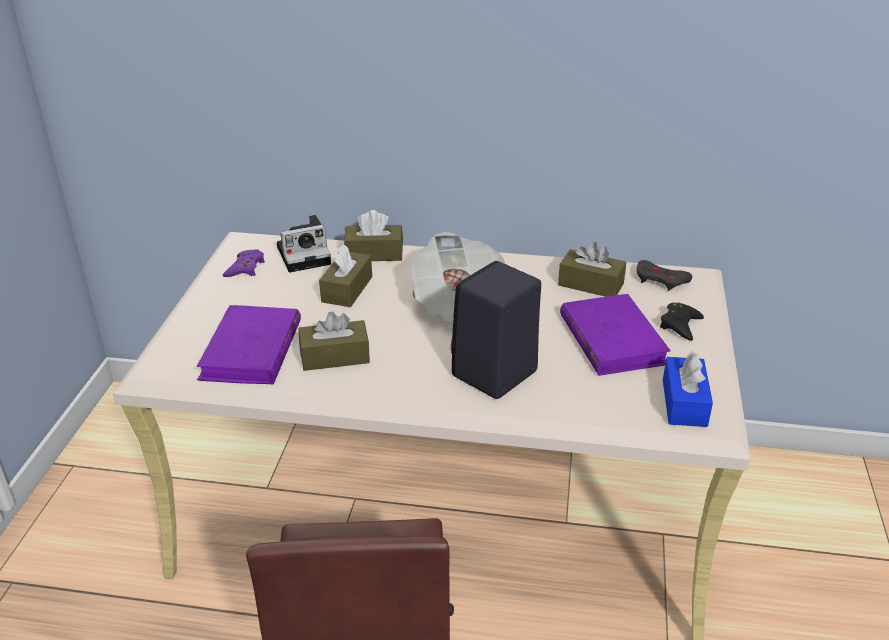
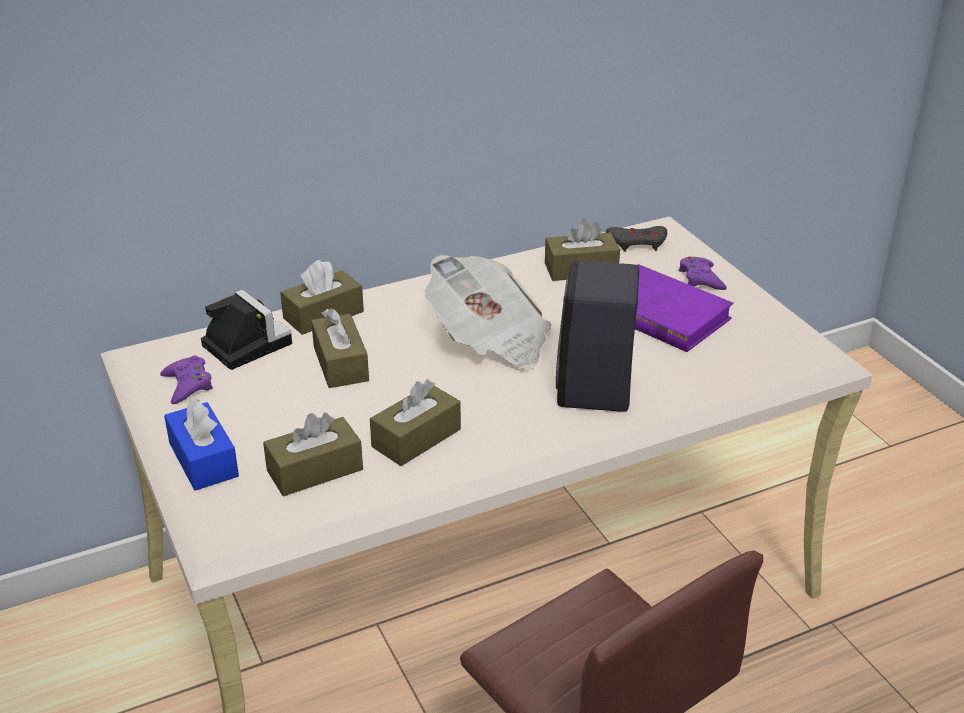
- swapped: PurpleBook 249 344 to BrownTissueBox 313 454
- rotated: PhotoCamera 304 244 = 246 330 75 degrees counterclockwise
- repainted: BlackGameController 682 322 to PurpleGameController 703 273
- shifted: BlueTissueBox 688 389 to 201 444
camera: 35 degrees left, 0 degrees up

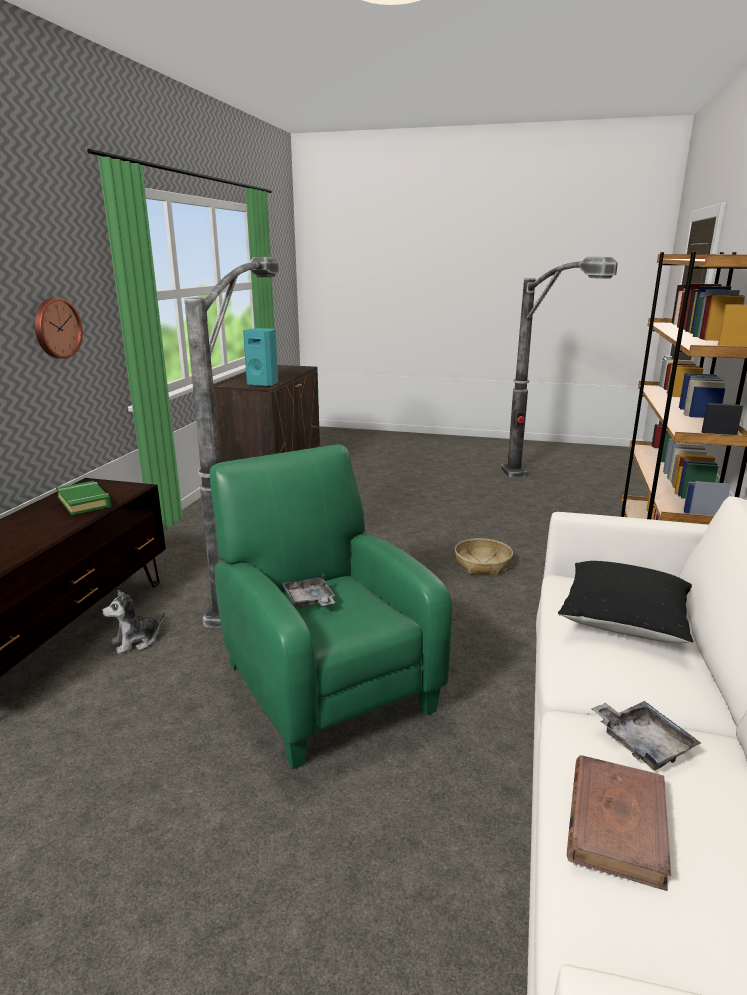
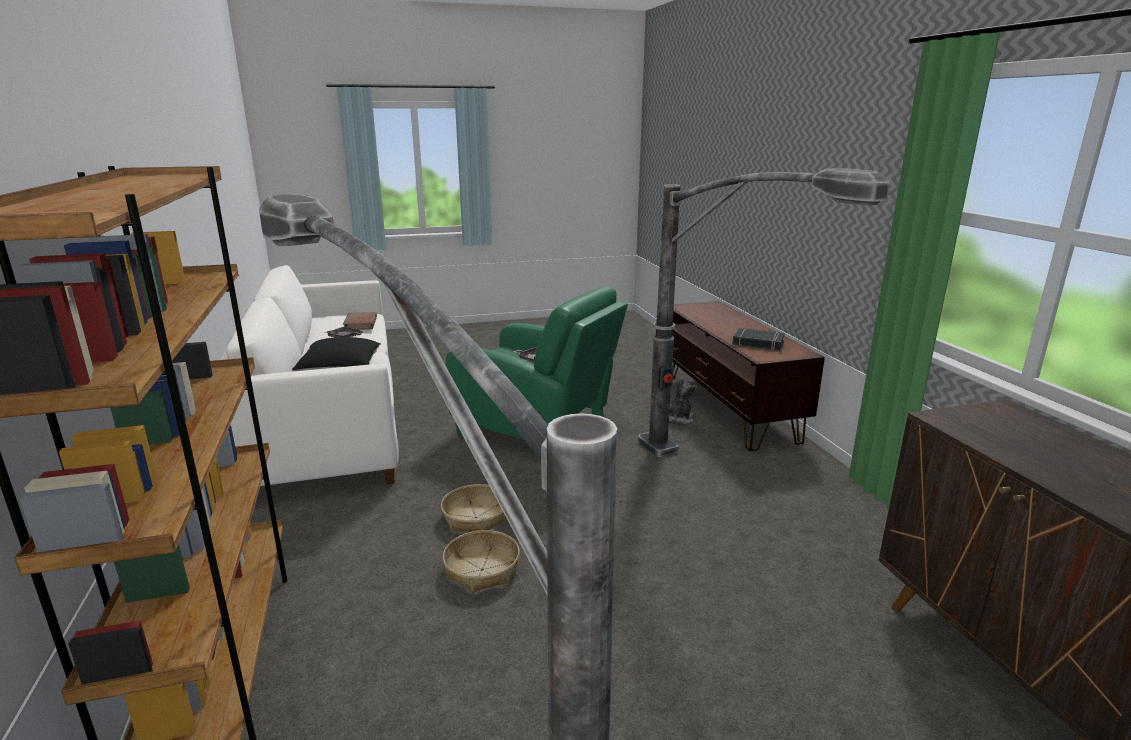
- gone: WallClock 59 328
- repainted: GreenBook 83 498 to BlackBook 758 339
- gone: TurquoiseSpeaker 260 357
- new: Basket 473 508
camera: 150 degrees right, 0 degrees up

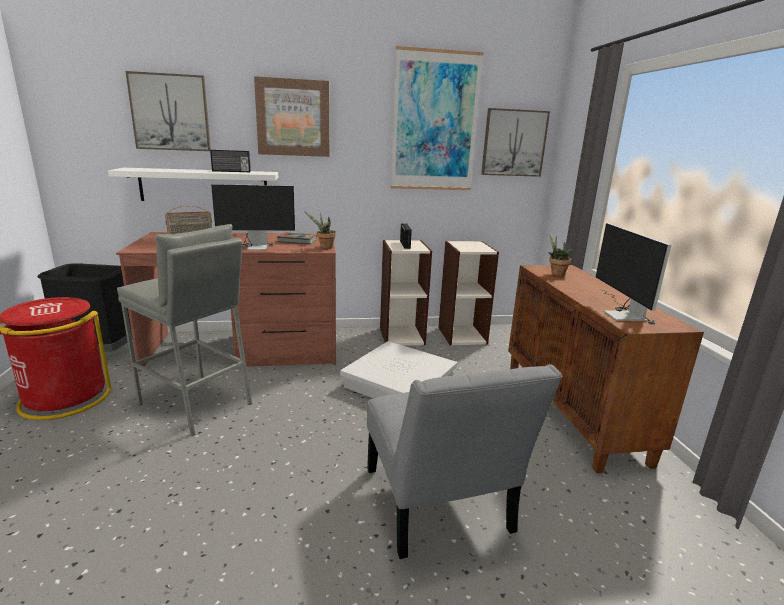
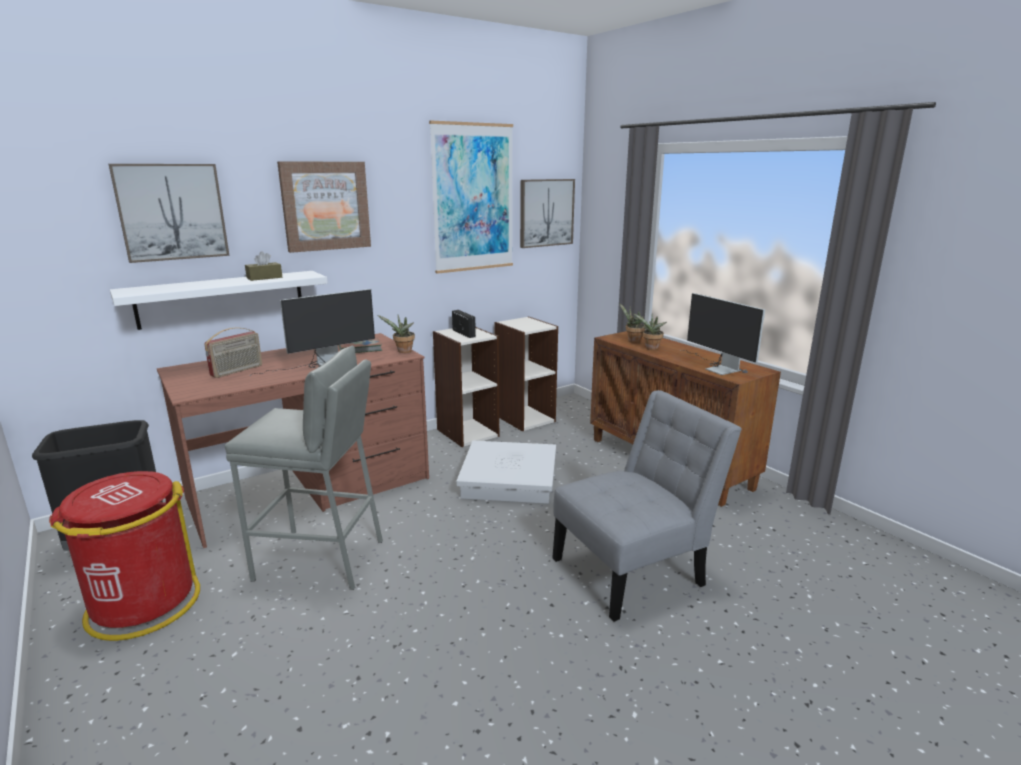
- swapped: Radio 230 161 to BrownTissueBox 263 266
- rotated: GreyChair 464 461 = 647 506 75 degrees counterclockwise
- new: PottedPlant 650 331
camera: 25 degrees left, 0 degrees up

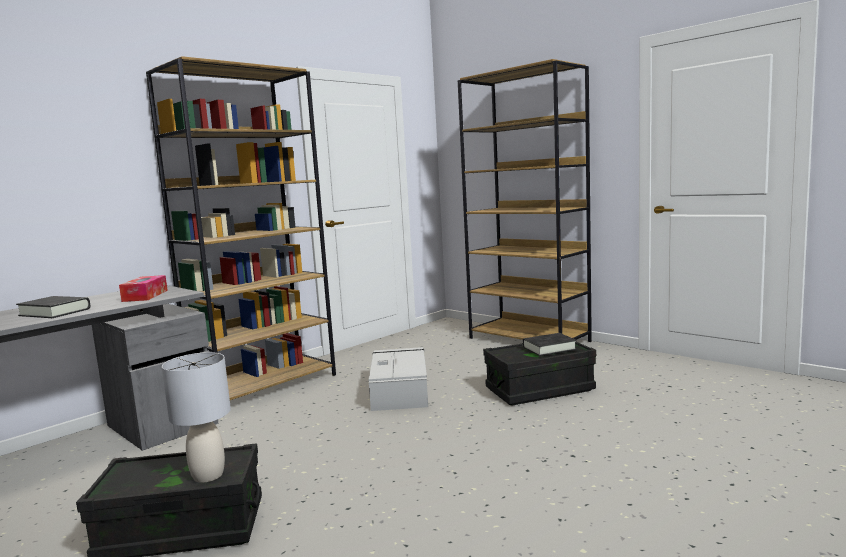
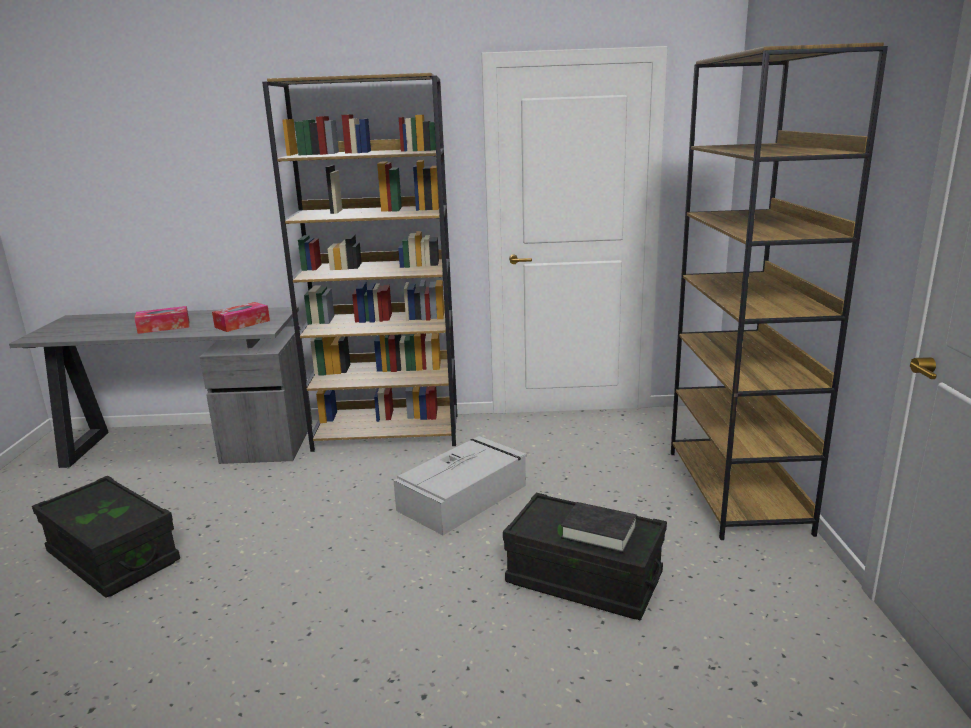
- swapped: BlackBook 53 307 to TissueBox 161 320
- gone: GreyTableLamp 196 417
camera: 45 degrees right, 10 degrees up

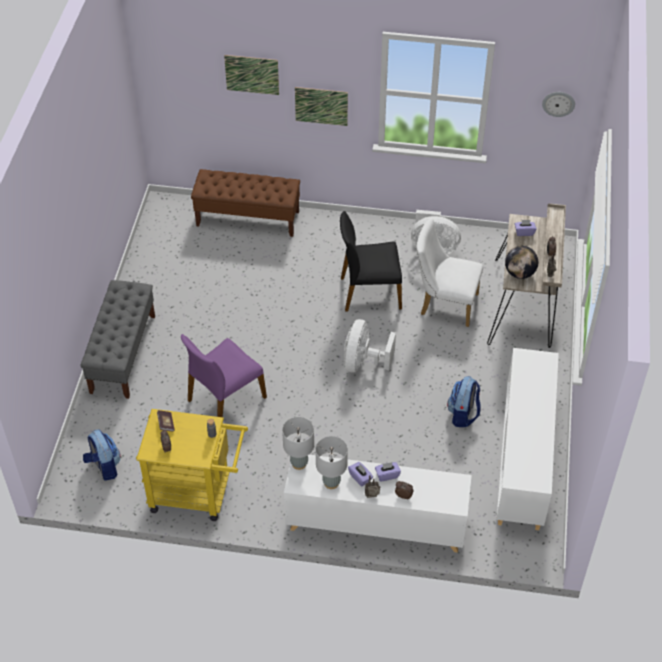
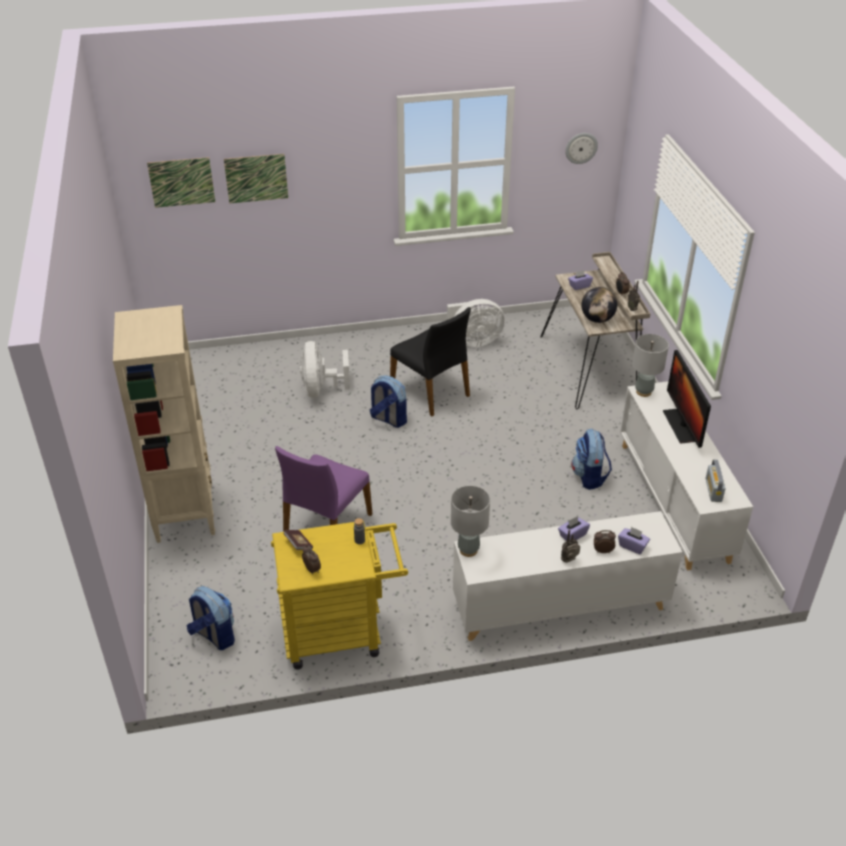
- swapped: GreyBench 117 339 to BeigeBookcase 164 424
- gone: BrownBench 245 203
- shifted: Picture 321 106 to 181 182
- shifted: GreyTableLamp 332 462 to 650 365
- rotated: BlackChair 371 261 = 430 361 105 degrees counterclockwise
- shifted: WhiteFan 370 346 to 325 369
- shifted: PurpleTissueBox 360 474 to 634 540
- gone: WhiteChair 449 272
- new: Backpack 388 401
- new: Monitor 687 399
- new: Radio 715 481
camera: 20 degrees left, 10 degrees down

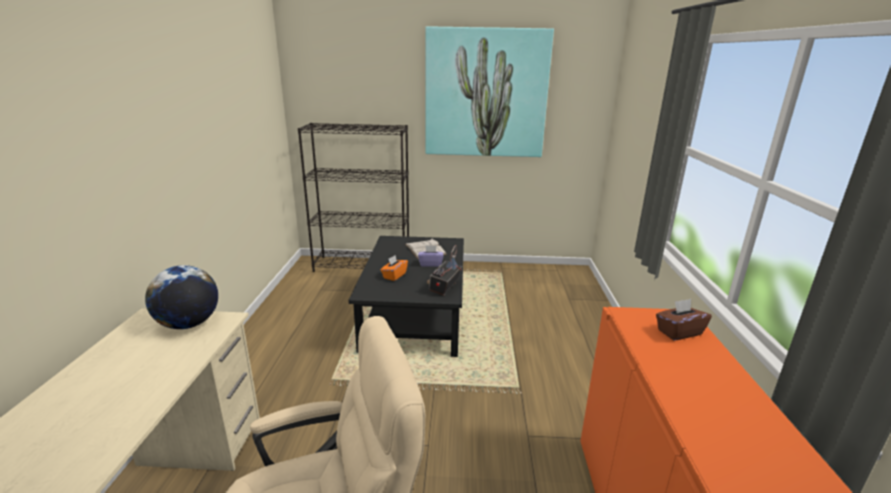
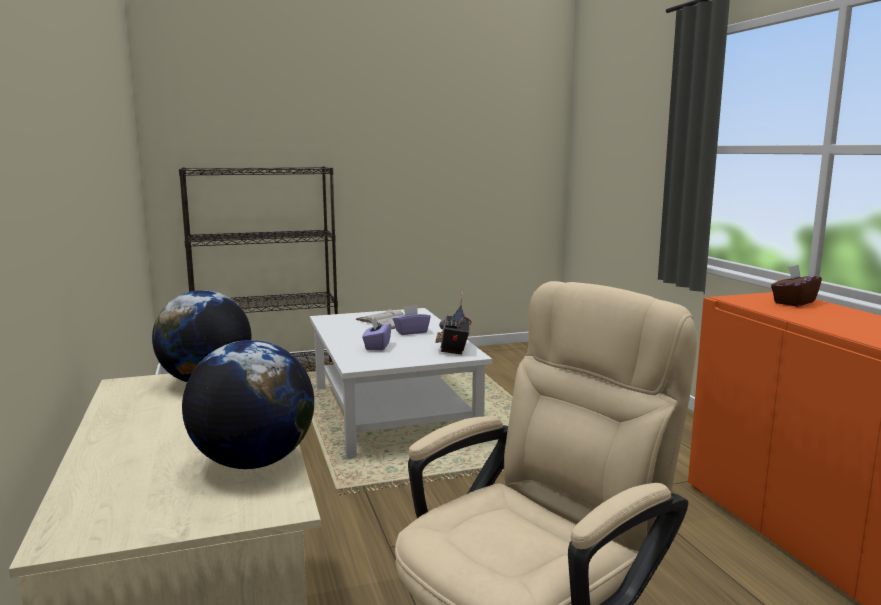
- repainted: BlackCoffeeTable 406 296 to WhiteCoffeeTable 401 383
- repainted: OrangeTissueBox 394 268 to PurpleTissueBox 376 333
- gone: Picture 489 91
- new: Globe 248 404
camera: 20 degrees left, 10 degrees down

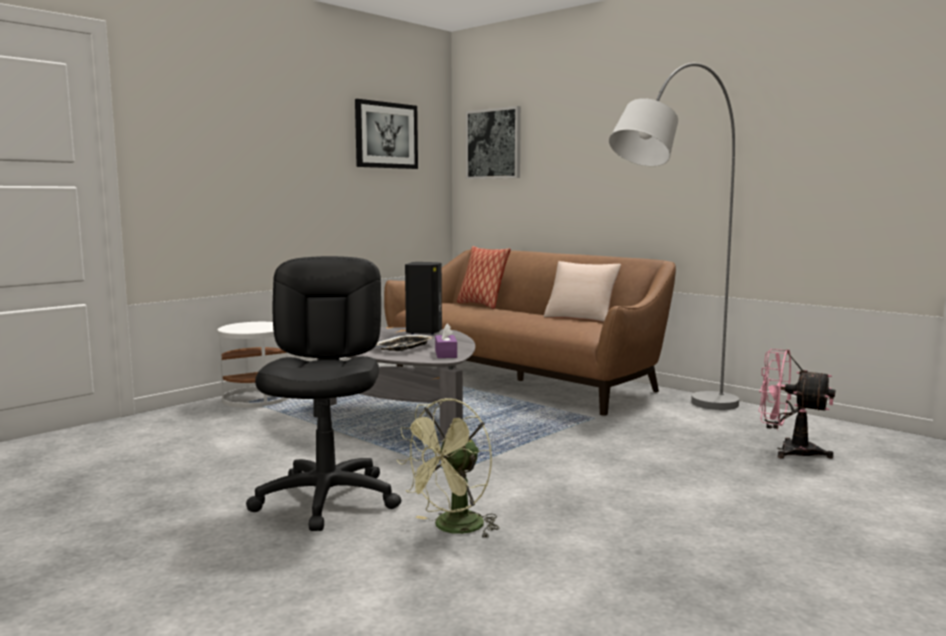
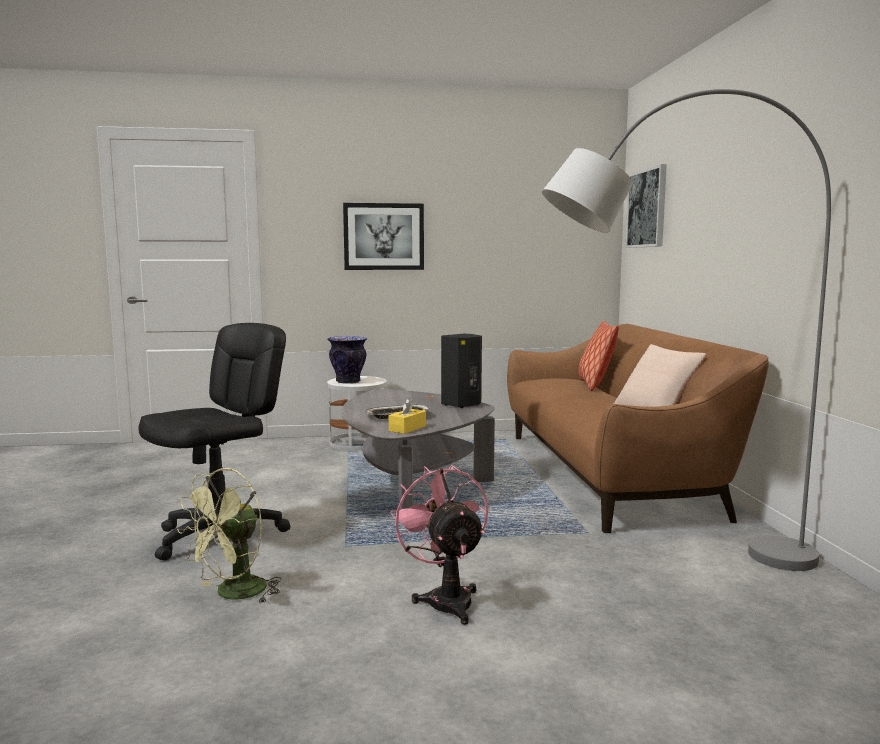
- shifted: Picture 386 134 to 383 236
- rotated: GreenFan 448 468 = 229 535 45 degrees counterclockwise
- repainted: PurpleTissueBox 446 340 to YellowTissueBox 407 416
- shifted: PinkFan 797 404 to 439 545
- new: Vase 347 360
camera: 40 degrees right, 0 degrees up

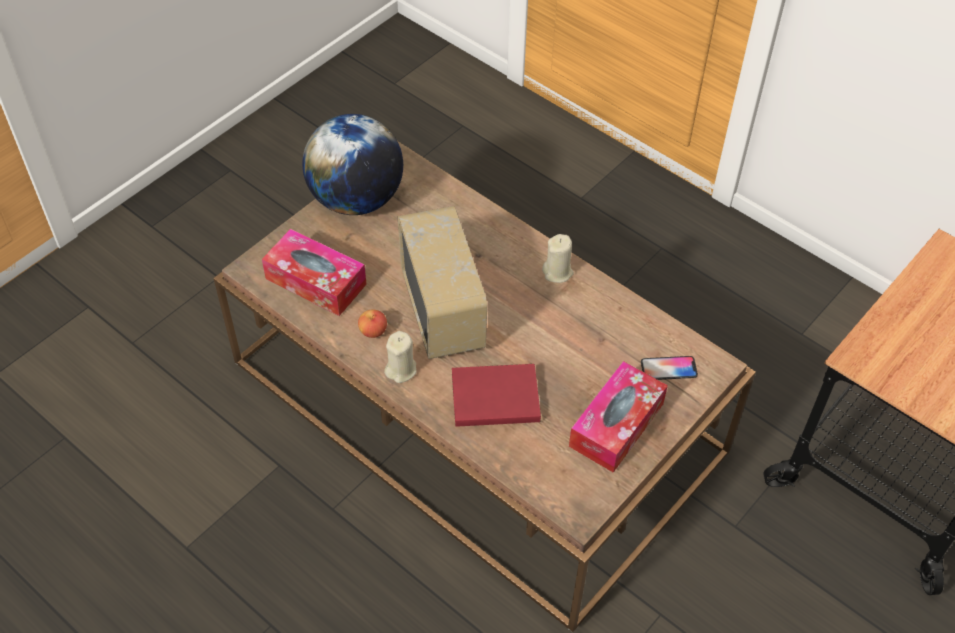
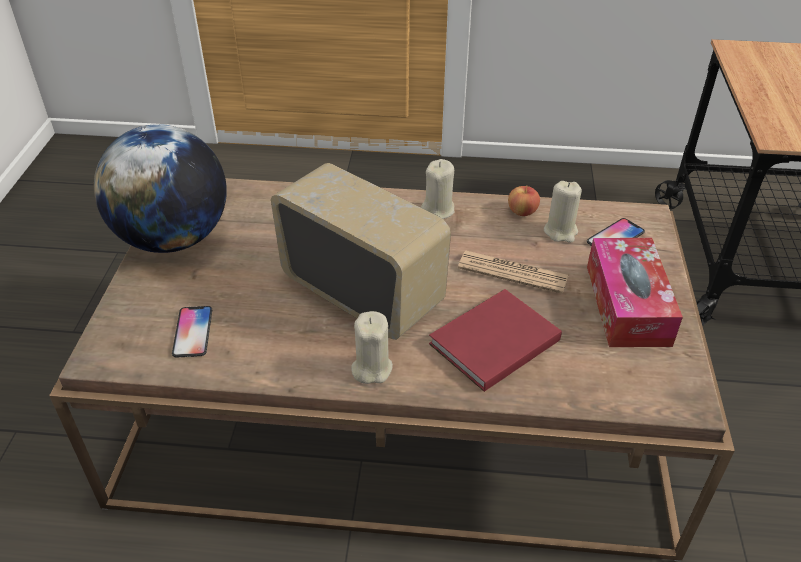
- swapped: TissueBox 314 272 to Phone 192 331
- shifted: Apple 372 323 to 524 200
- new: Newspaper 513 272
- new: BeigeCandle 563 212
camera: 35 degrees left, 10 degrees down

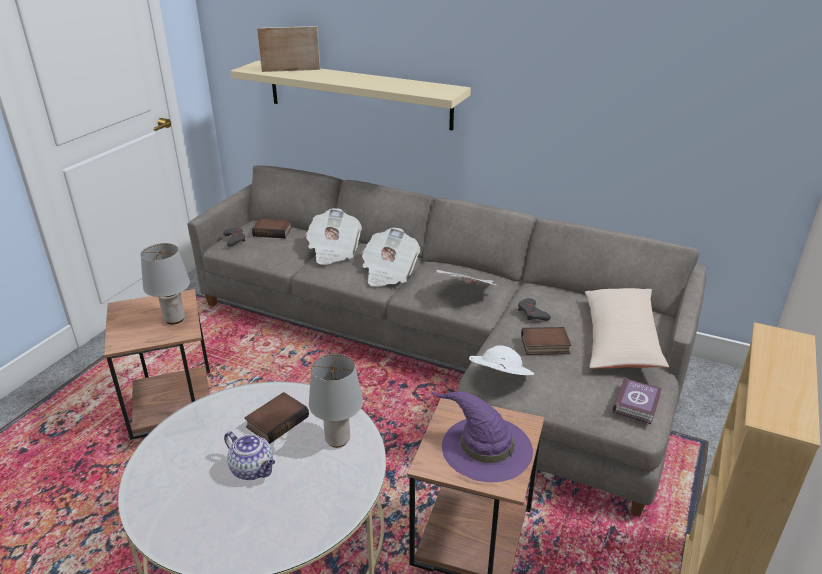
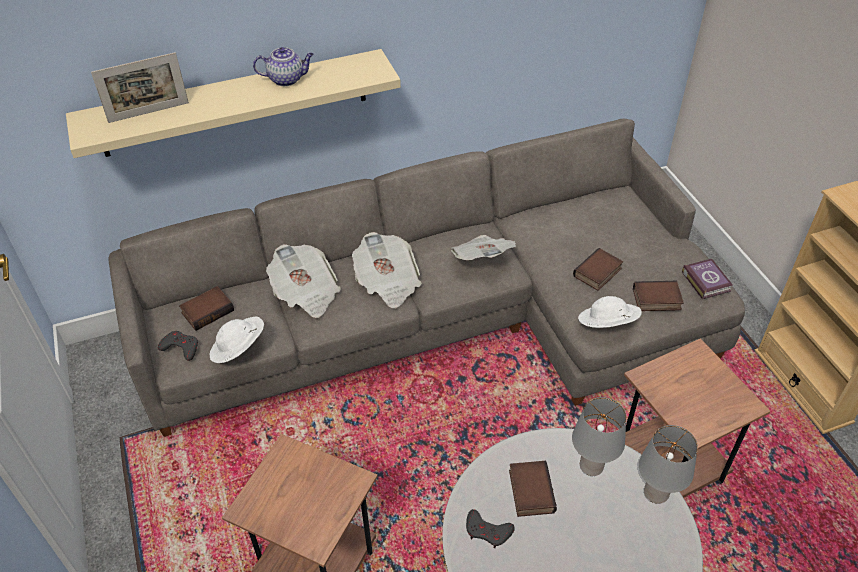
- shifted: GreyTableLamp 165 283 to 668 464
- shifted: Teapot 249 455 to 283 66
- rotated: PictureFrame 288 49 = 140 87 150 degrees counterclockwise
- gone: PurpleHat 482 437
- shifted: GreyGameController 534 309 to 490 528
- gone: BeigePillow 627 328
- new: WhiteHat 237 339
- new: Book 658 296
camera: 45 degrees left, 15 degrees up

